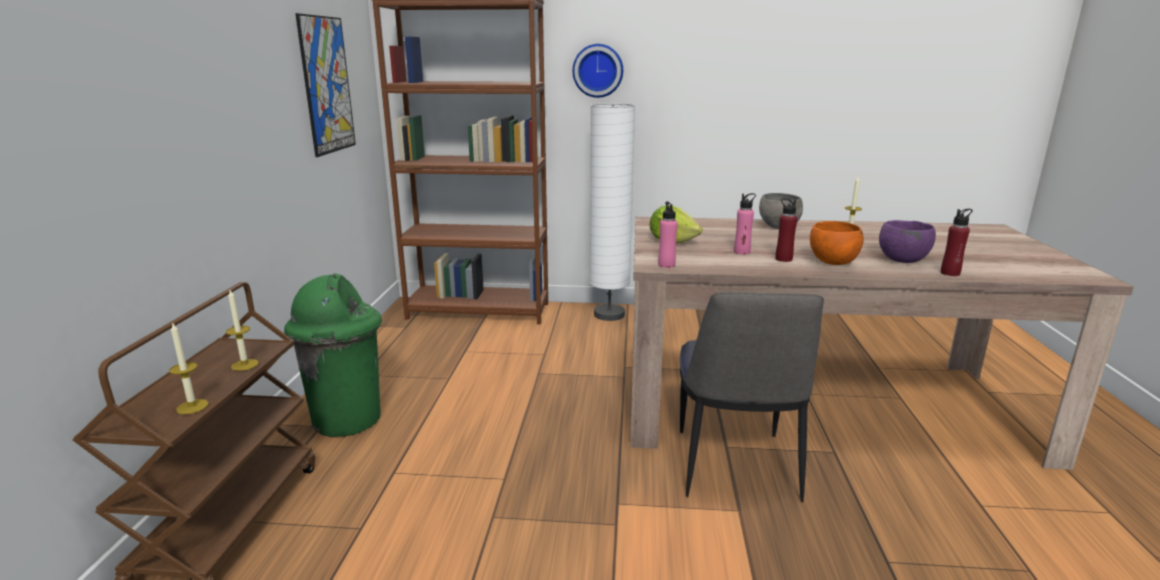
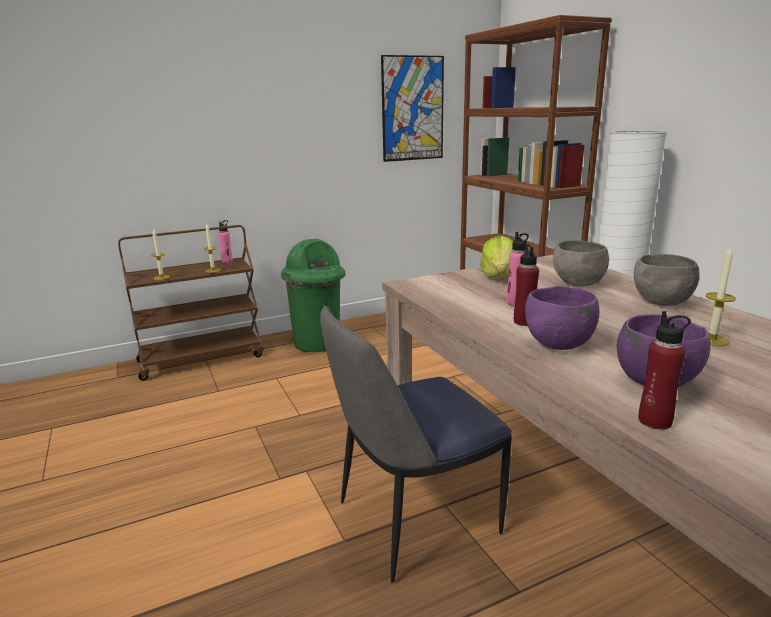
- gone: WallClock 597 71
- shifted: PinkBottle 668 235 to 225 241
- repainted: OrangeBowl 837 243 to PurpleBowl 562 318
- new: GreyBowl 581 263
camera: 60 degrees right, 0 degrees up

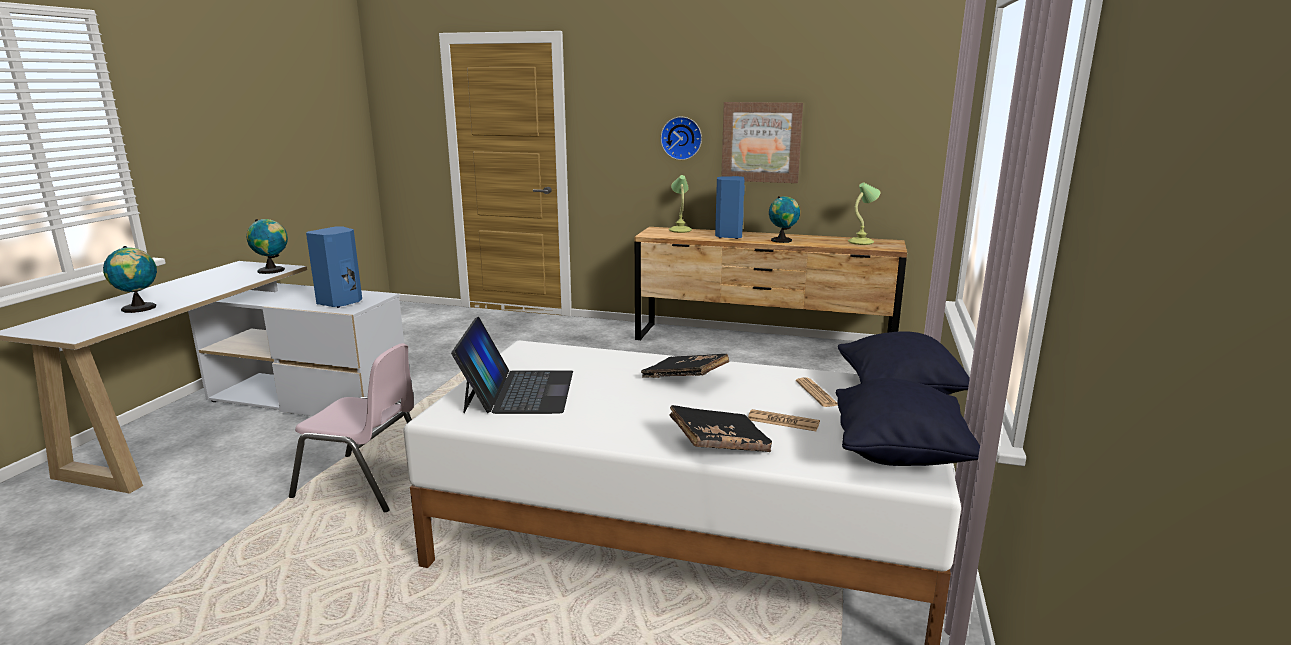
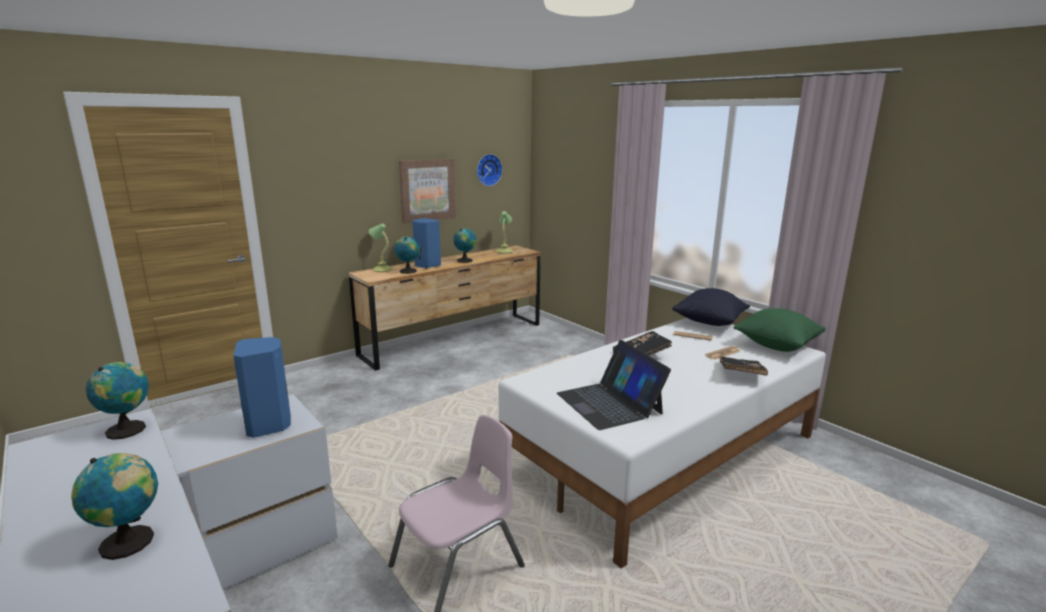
- rotated: Laptop 512 365 = 614 385 150 degrees counterclockwise
- shifted: WallClock 681 138 to 490 170
- repainted: BlackPillow 907 422 to GreenPillow 780 330
- new: Globe 407 255
camera: 55 degrees left, 0 degrees up

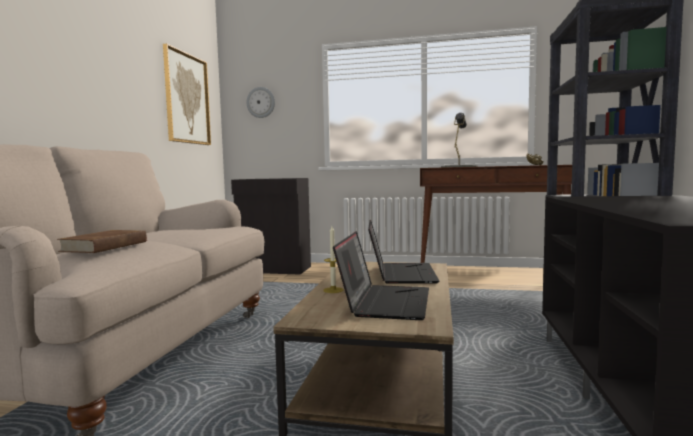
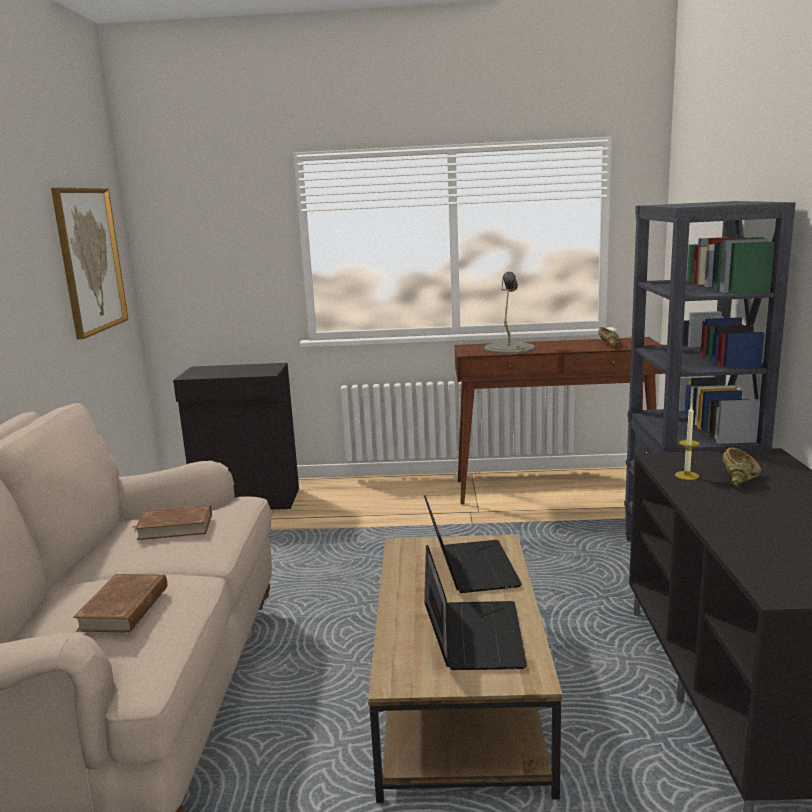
- gone: WallClock 260 102
- shifted: Candle 333 259 to 687 442
- new: BrownBook 172 522
- new: BrownBowl 742 467
camera: 10 degrees left, 10 degrees up

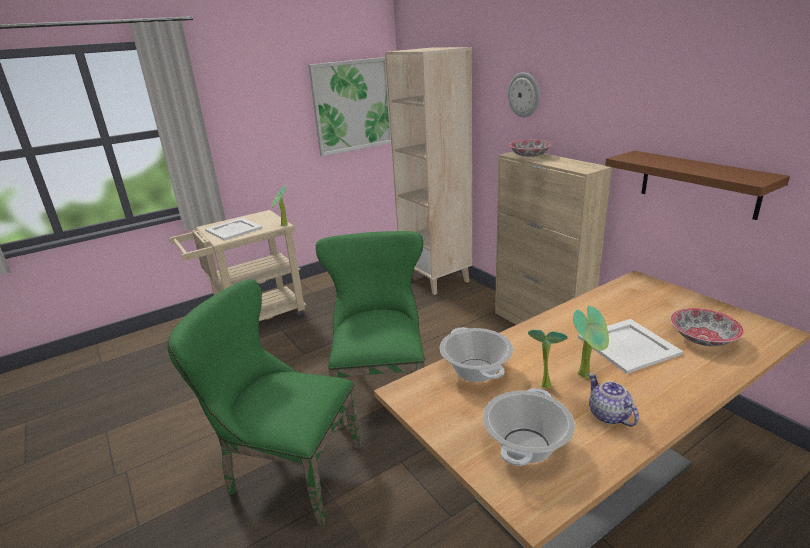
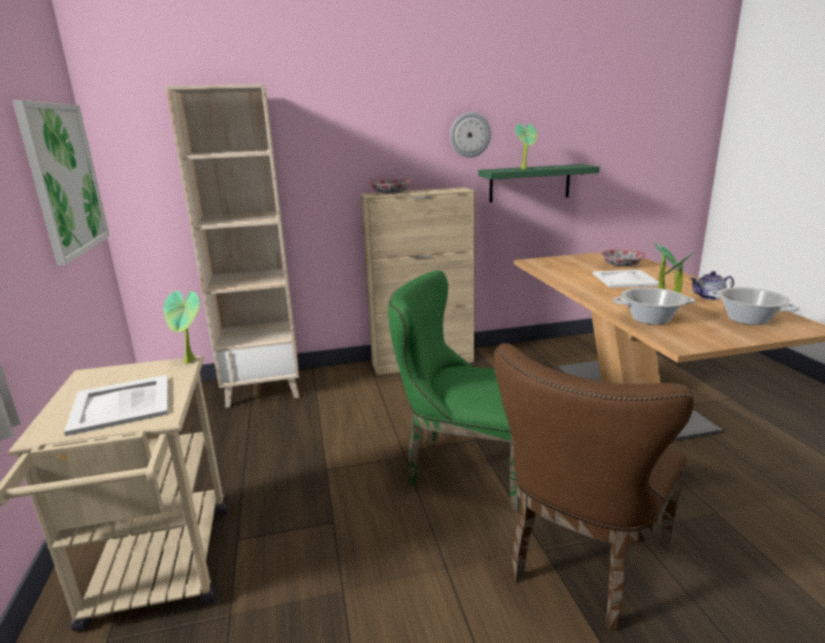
- repainted: GreenChair 264 402 to BrownChair 594 487
- shifted: WallClock 524 95 to 470 135
- repainted: BrownShelf 697 185 to GreenShelf 539 183
- new: PottedPlant 526 147
camera: 70 degrees left, 5 degrees down

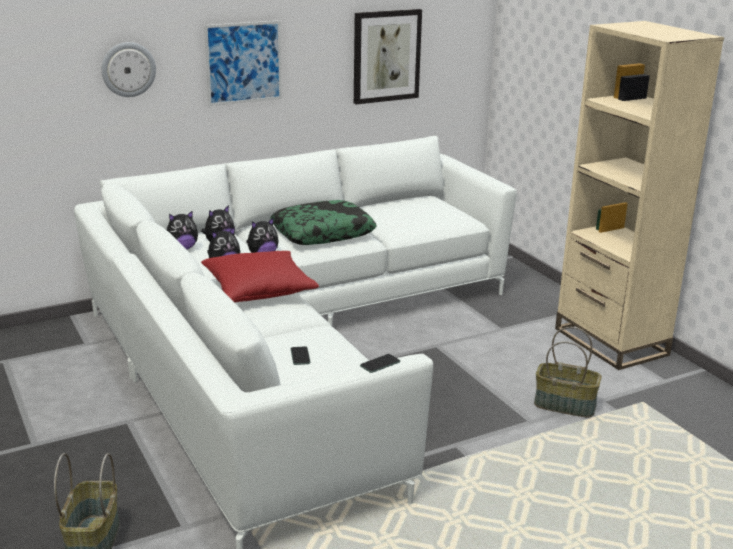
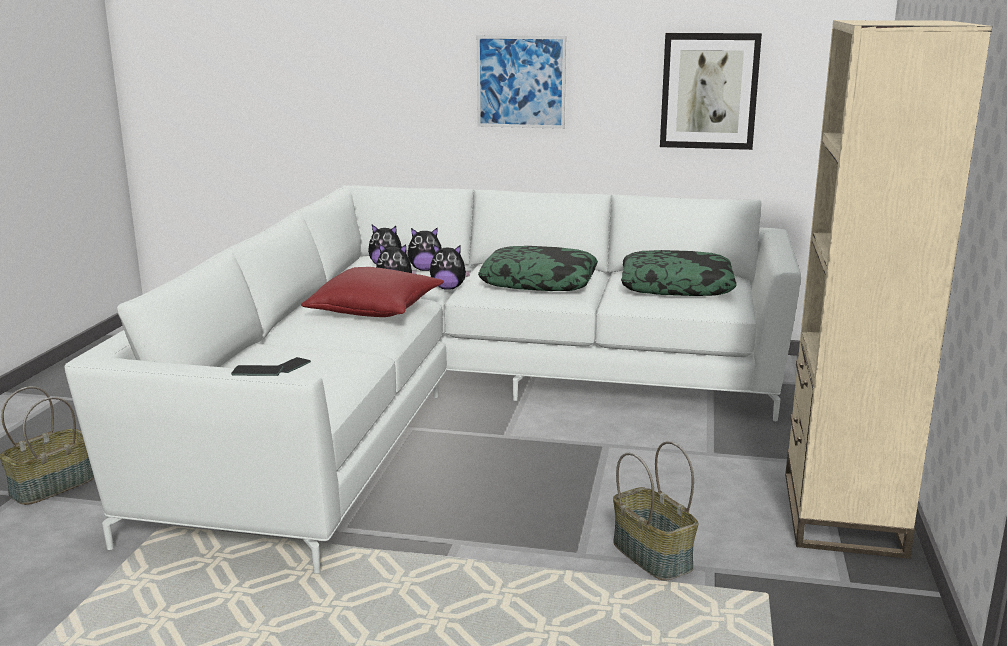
- gone: WallClock 128 69
- new: Pillow 679 273
camera: 40 degrees right, 5 degrees down

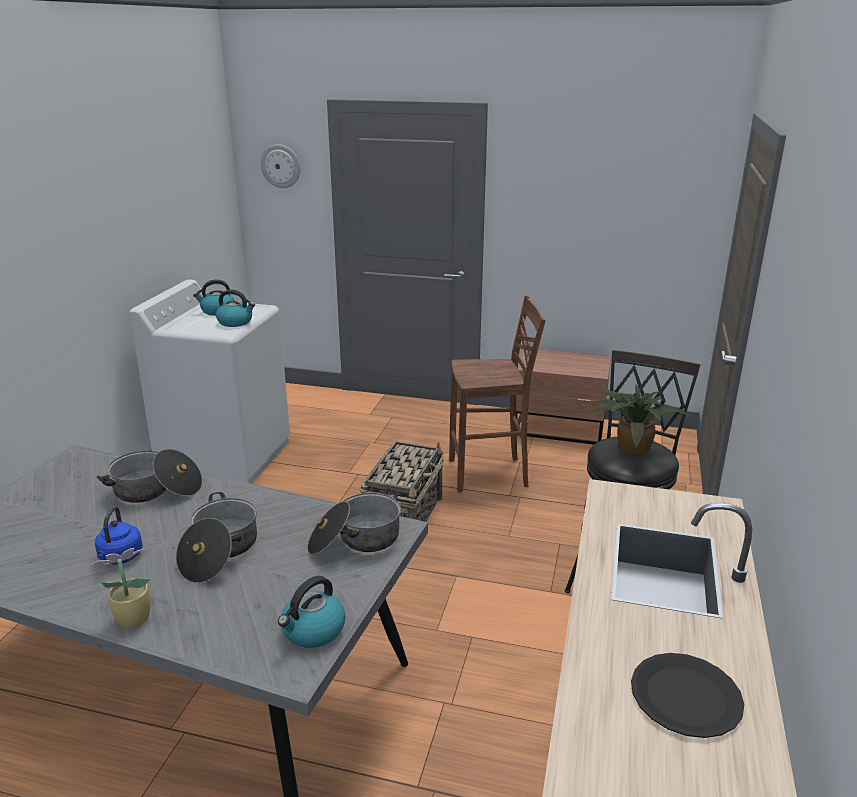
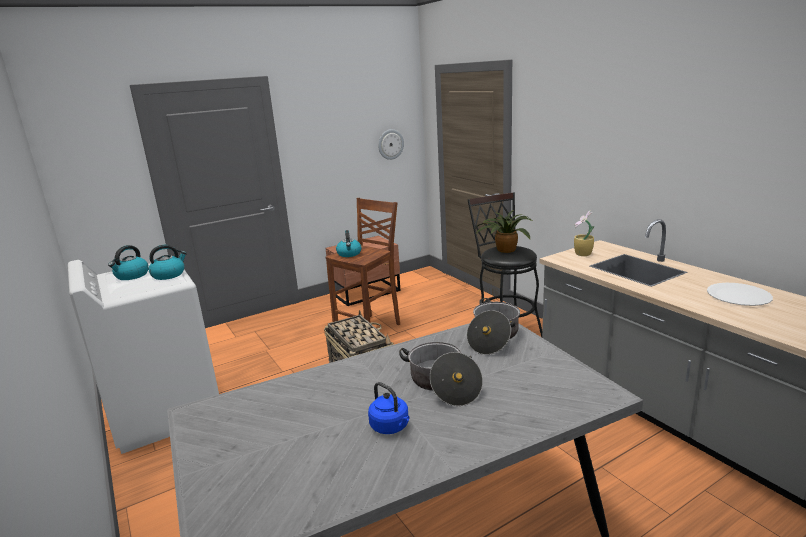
- shifted: PottedPlant 121 588 to 584 233
- gone: CookingPot 149 476
- shifted: WallClock 280 166 to 391 144
- shifted: Kettle 311 612 to 349 243
- repainted: BlackPlate 687 695 to WhitePlate 740 294
camera: 45 degrees left, 5 degrees down

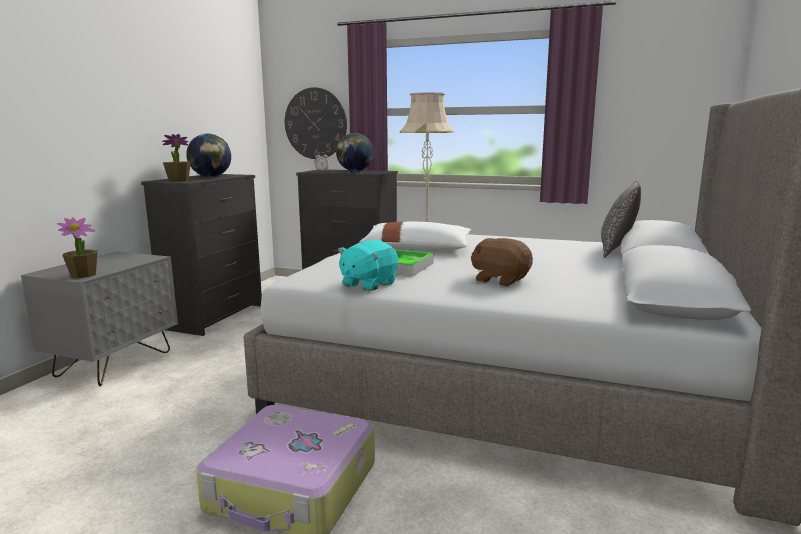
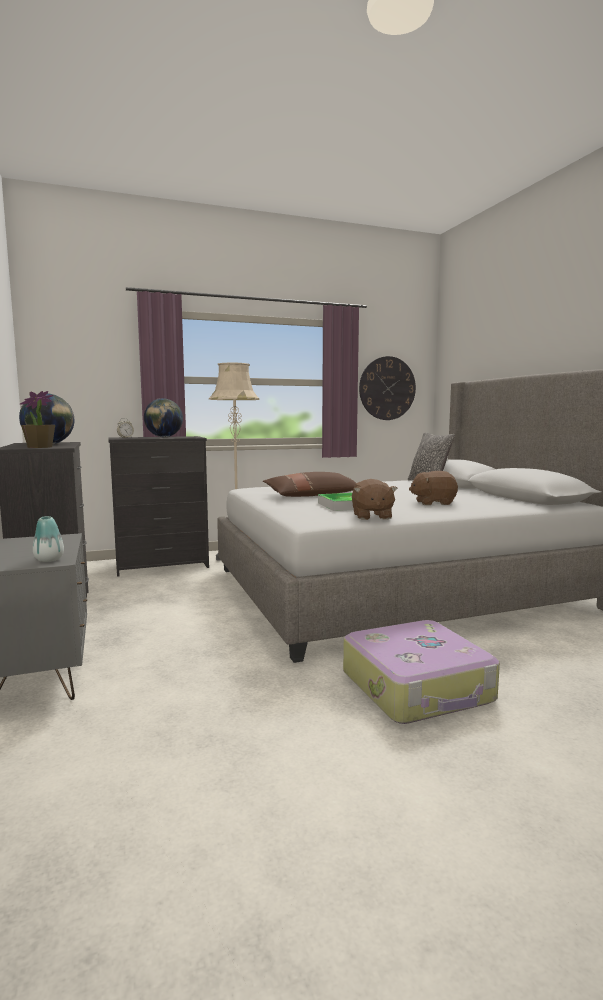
- swapped: PottedPlant 77 248 to Vase 48 539
- shifted: WallClock 316 123 to 387 388
- repainted: TurquoisePlushToy 368 265 to BrownPlushToy 375 499
- repainted: WhitePillow 415 235 to BrownPillow 309 484
camera: 40 degrees left, 5 degrees down

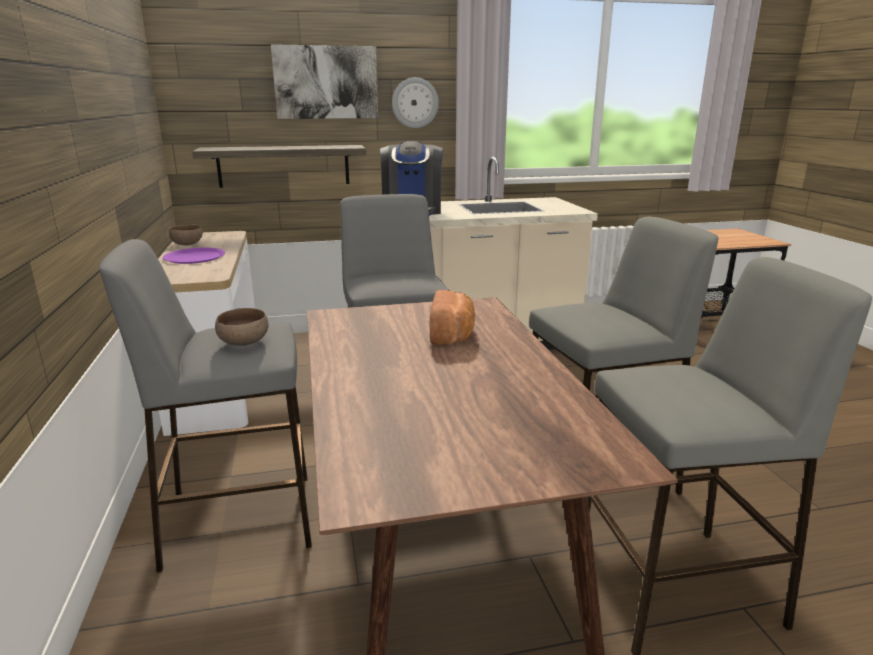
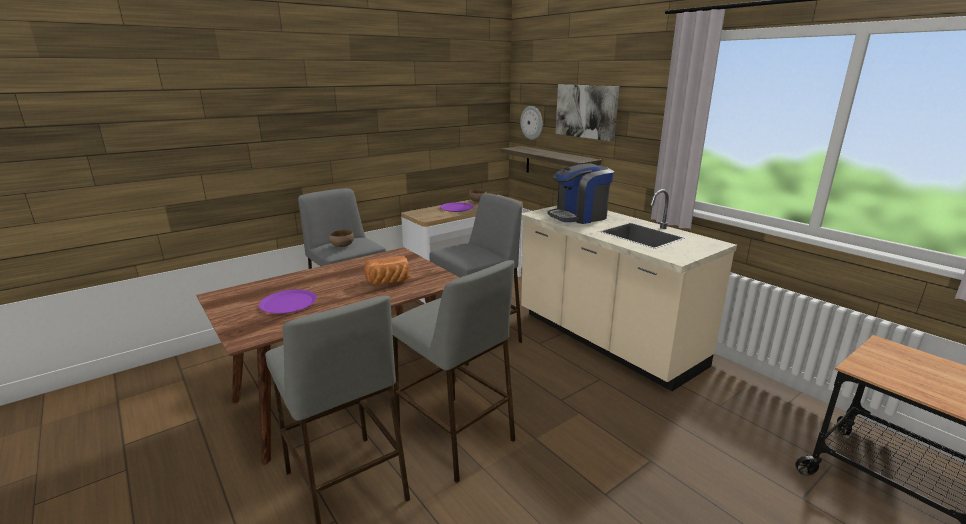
- shifted: WallClock 415 102 to 531 123
- new: PurplePlate 288 301
camera: 65 degrees right, 0 degrees up

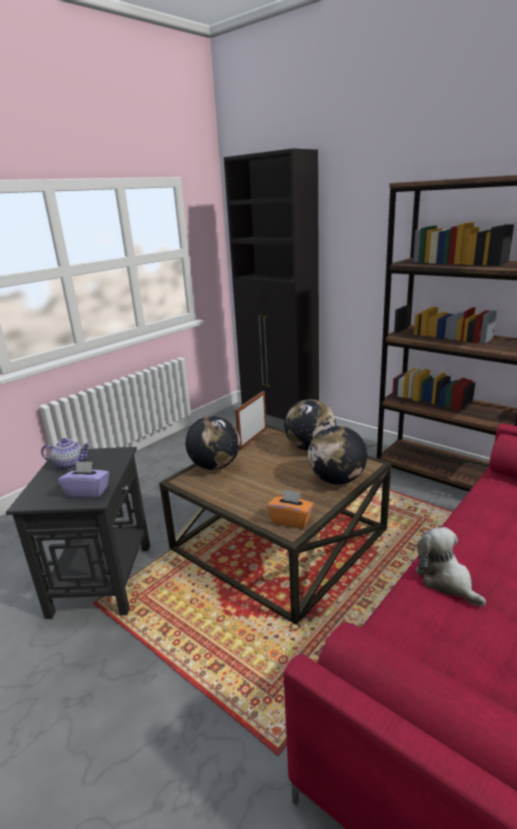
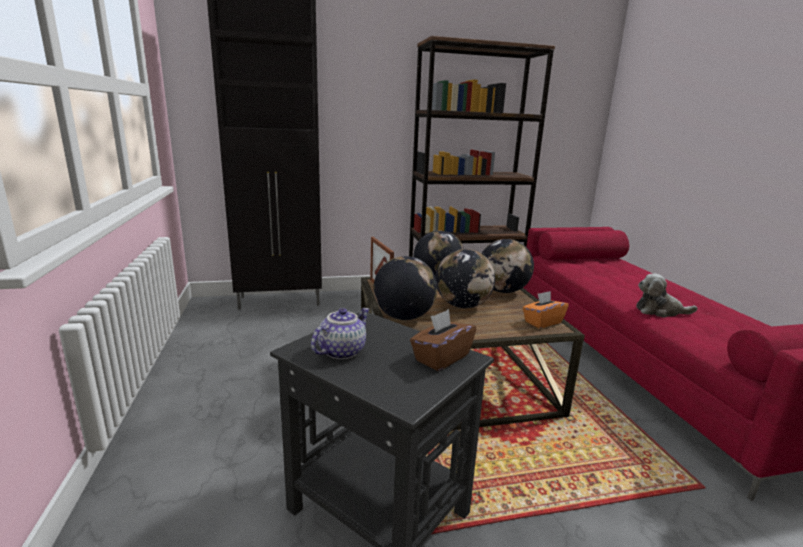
- repainted: PurpleTissueBox 83 479 to BrownTissueBox 443 340
- new: Globe 465 278
camera: 55 degrees left, 5 degrees down

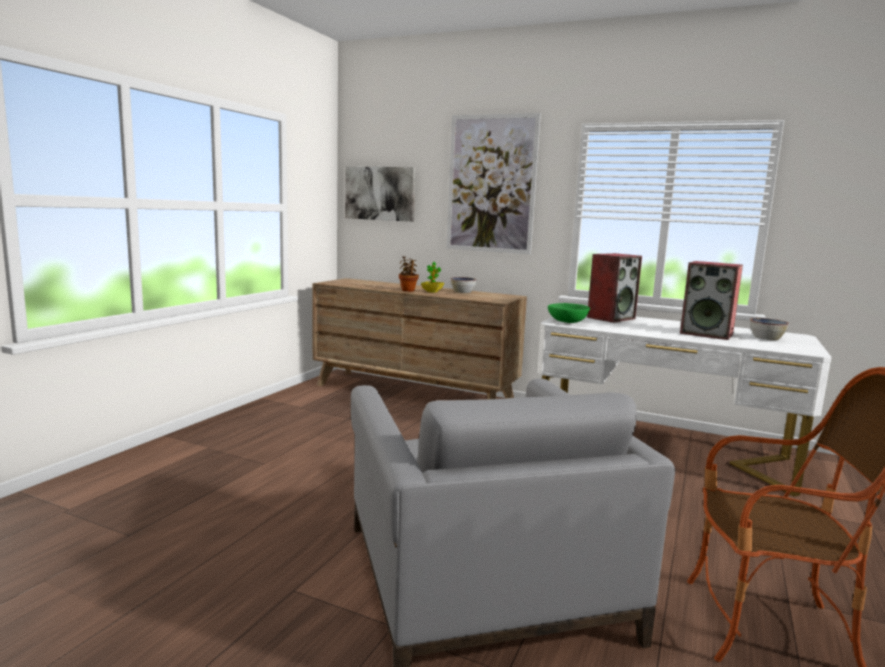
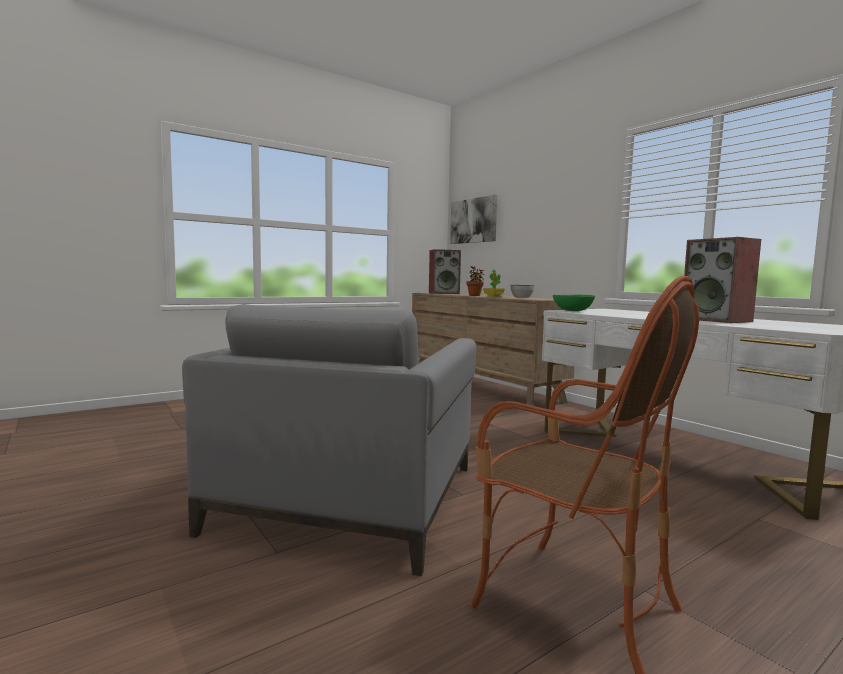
- gone: Picture 494 183
- shifted: Speaker 614 288 to 445 271
- gone: Bowl 769 329
camera: 30 degrees right, 5 degrees down

